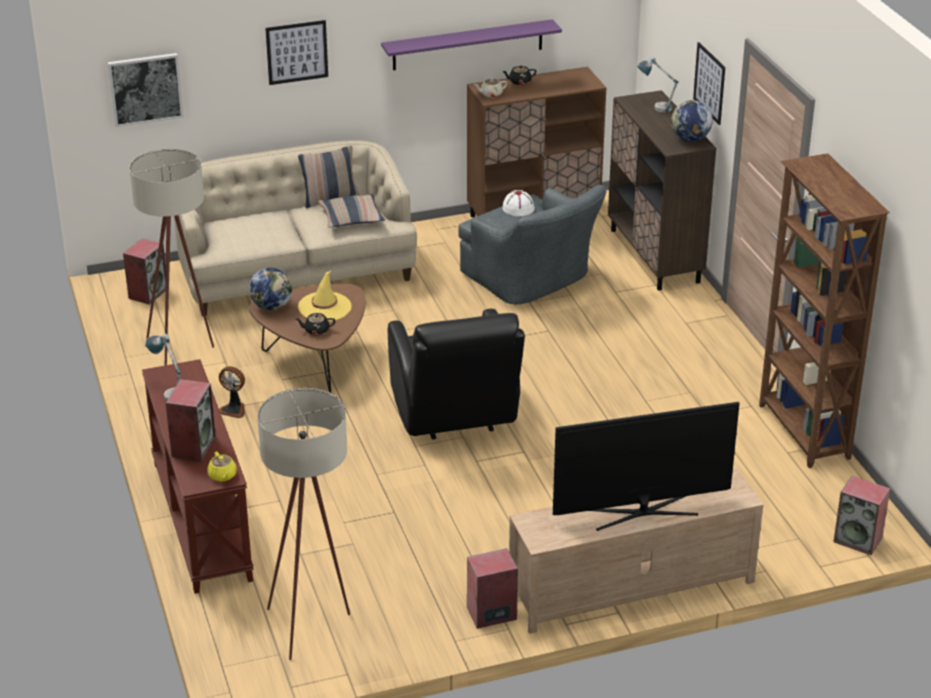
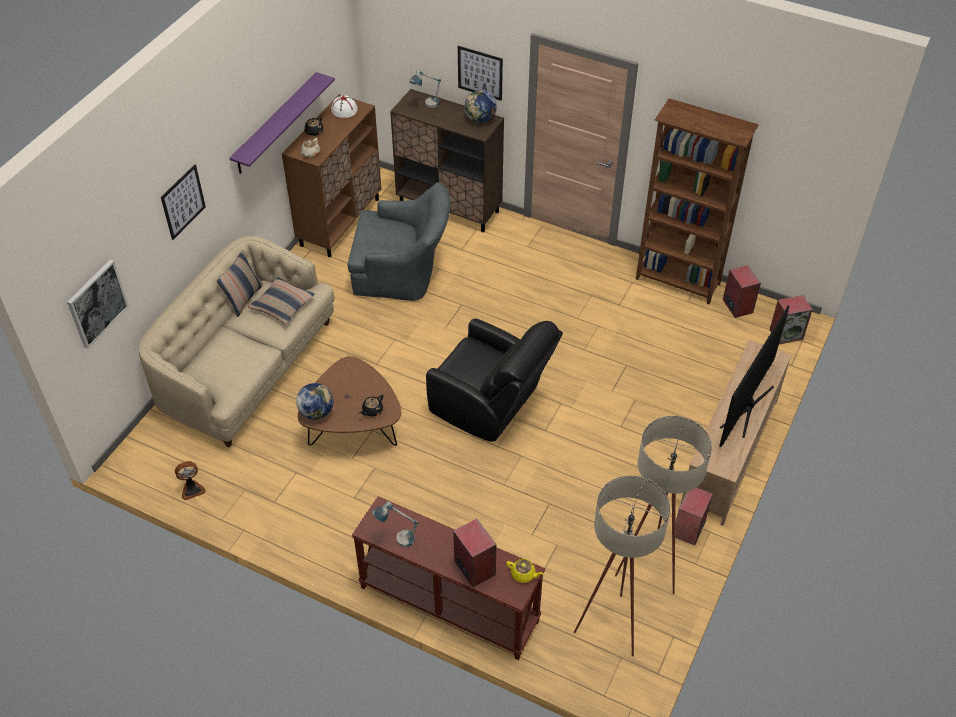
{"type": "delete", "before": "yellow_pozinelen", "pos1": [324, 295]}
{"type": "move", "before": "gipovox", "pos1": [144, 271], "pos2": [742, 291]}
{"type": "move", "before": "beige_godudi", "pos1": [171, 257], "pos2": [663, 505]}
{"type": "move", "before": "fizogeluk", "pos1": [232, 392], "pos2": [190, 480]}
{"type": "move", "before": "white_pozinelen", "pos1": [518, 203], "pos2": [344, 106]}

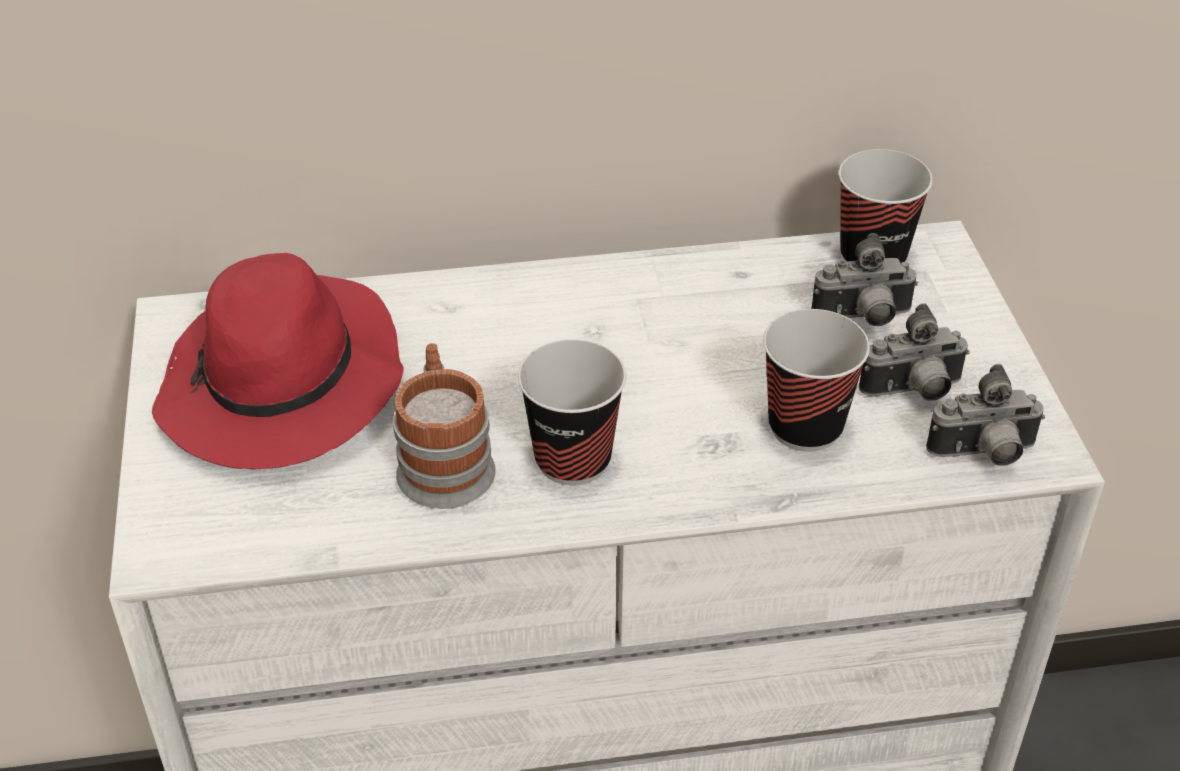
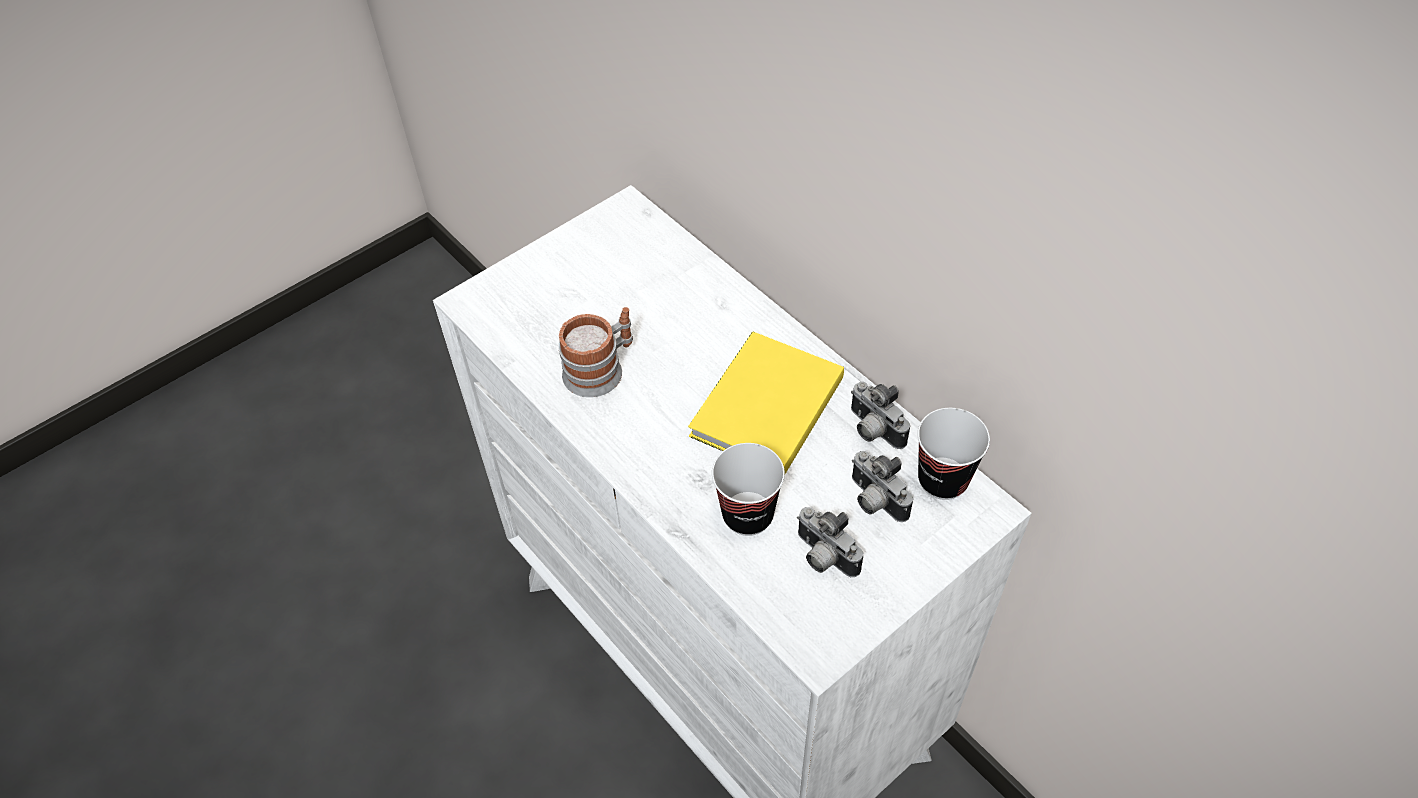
{"type": "delete", "before": "red_pozinelen", "pos1": [278, 361]}
{"type": "delete", "before": "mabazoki", "pos1": [572, 412]}
{"type": "insert", "after": "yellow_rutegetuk", "pos2": [766, 403]}
{"type": "move", "before": "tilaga", "pos1": [985, 415], "pos2": [880, 415]}

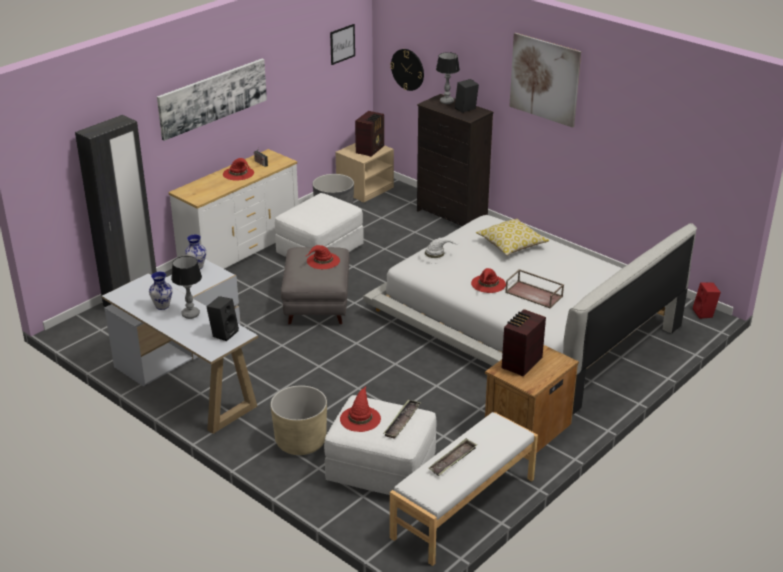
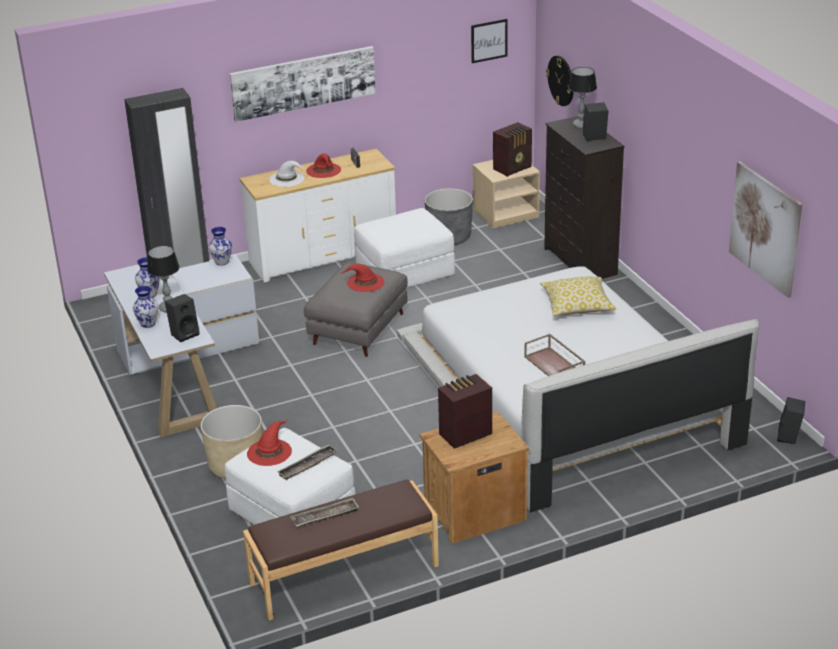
{"type": "delete", "before": "red_pozinelen", "pos1": [488, 280]}
{"type": "insert", "after": "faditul", "pos2": [145, 307]}
{"type": "move", "before": "white_pozinelen", "pos1": [438, 251], "pos2": [287, 174]}
{"type": "move", "before": "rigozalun", "pos1": [545, 80], "pos2": [765, 230]}
{"type": "recolor", "before": "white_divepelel", "after": "brown_divepelel", "pos1": [464, 489], "pos2": [341, 550]}
{"type": "recolor", "before": "red_gipovox", "after": "black_gipovox", "pos1": [707, 300], "pos2": [791, 420]}

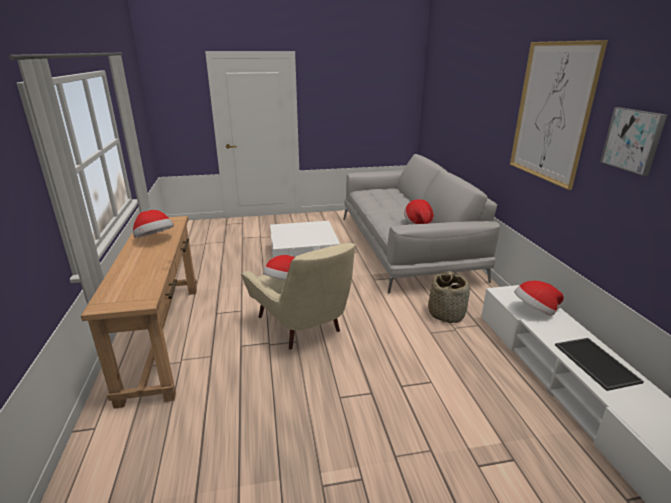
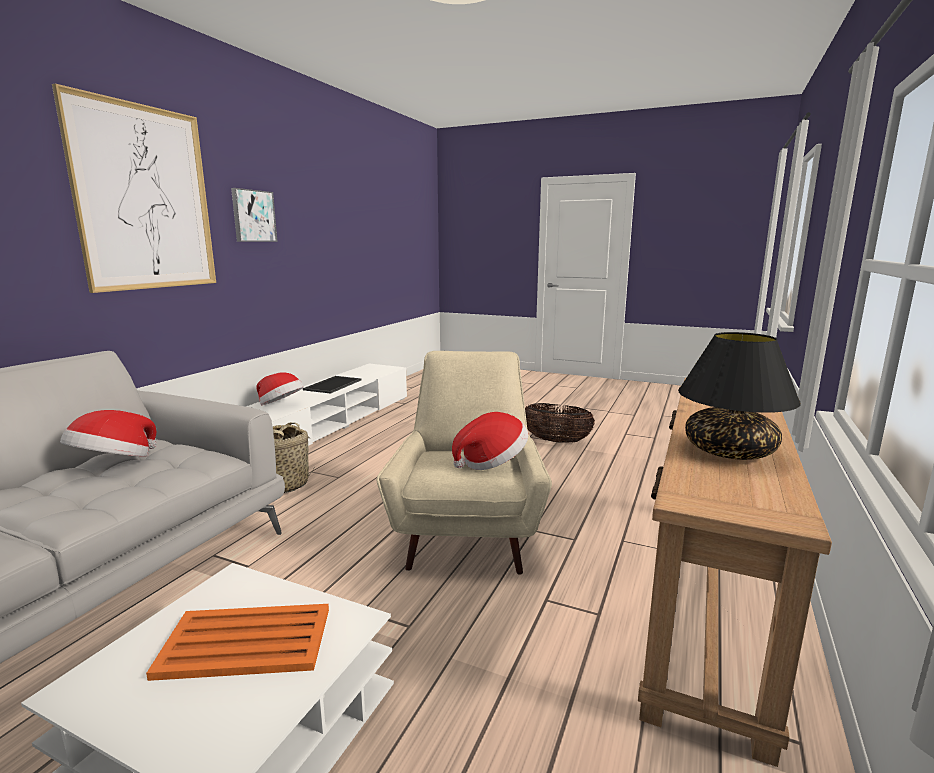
{"type": "insert", "after": "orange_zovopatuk", "pos2": [237, 642]}
{"type": "insert", "after": "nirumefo", "pos2": [560, 423]}
{"type": "replace", "before": "pozinelen", "after": "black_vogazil", "pos1": [153, 224], "pos2": [739, 396]}

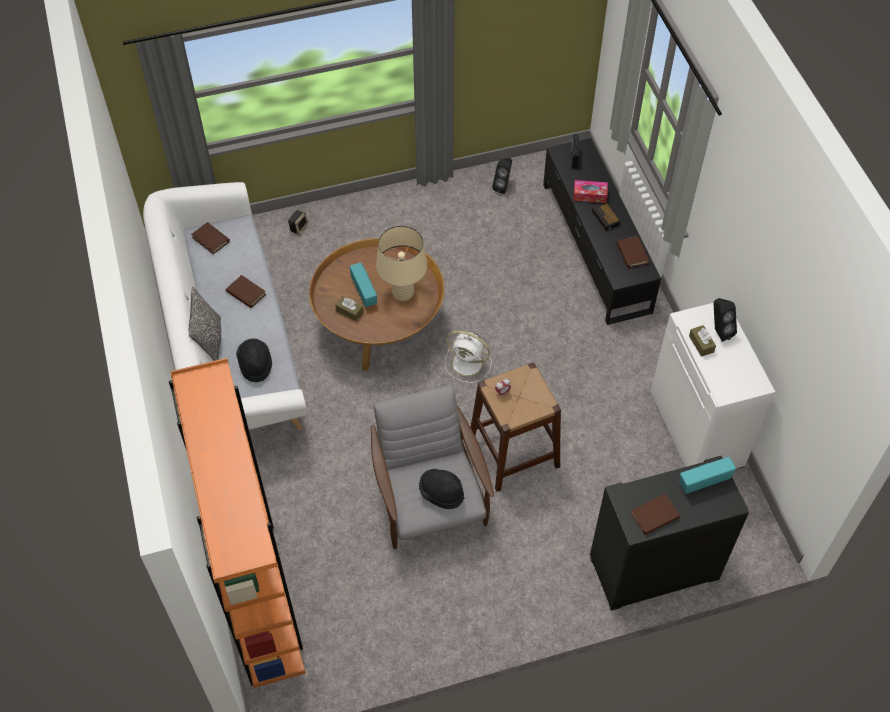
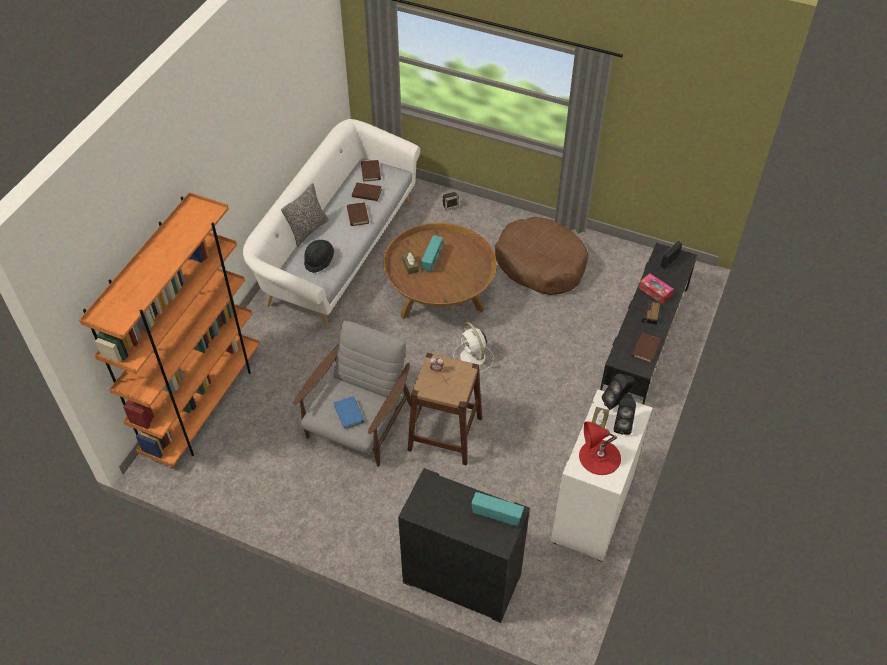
{"type": "delete", "before": "beige_vogazil", "pos1": [402, 263]}
{"type": "insert", "after": "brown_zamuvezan", "pos2": [541, 256]}
{"type": "insert", "after": "red_vogazil", "pos2": [600, 448]}
{"type": "move", "before": "black_gipovox", "pos1": [502, 176], "pos2": [618, 392]}
{"type": "move", "before": "brown_rutegetuk", "pos1": [655, 514], "pos2": [367, 192]}
{"type": "replace", "before": "black_pozinelen", "after": "blue_rutegetuk", "pos1": [441, 489], "pos2": [349, 412]}

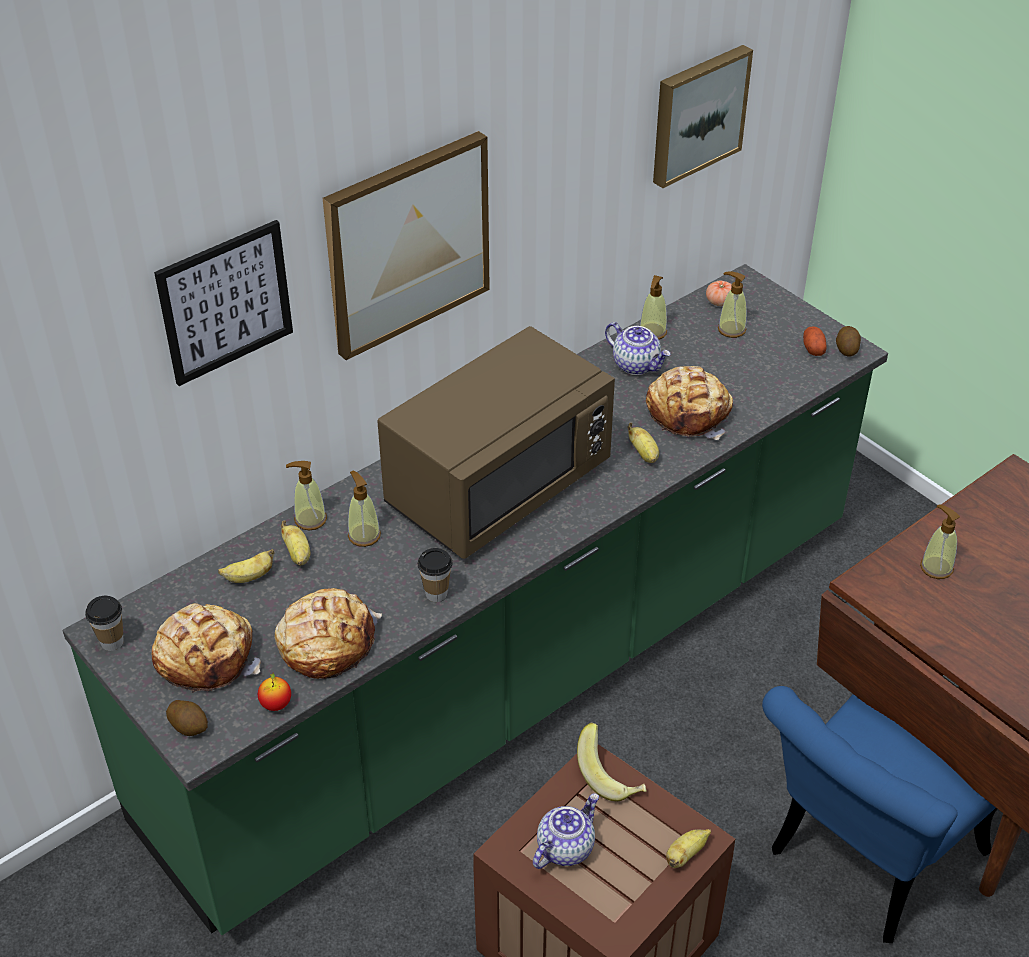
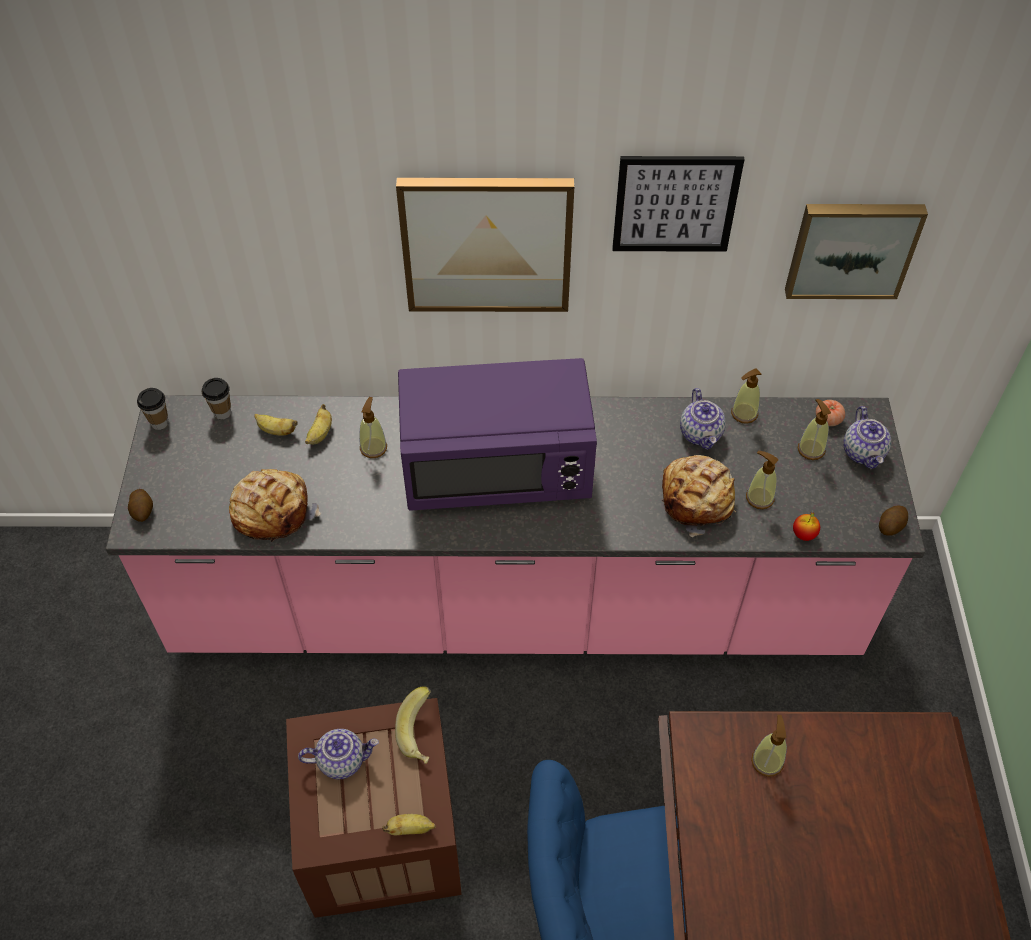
{"type": "delete", "before": "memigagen", "pos1": [206, 648]}
{"type": "delete", "before": "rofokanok", "pos1": [643, 443]}
{"type": "delete", "before": "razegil", "pos1": [815, 341]}
{"type": "insert", "after": "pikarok", "pos2": [867, 437]}
{"type": "move", "before": "rigozalun", "pos1": [223, 303], "pos2": [678, 204]}
{"type": "move", "before": "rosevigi", "pos1": [274, 691], "pos2": [806, 527]}
{"type": "move", "before": "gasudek", "pos1": [306, 495], "pos2": [762, 480]}
{"type": "move", "before": "mabazoki", "pos1": [435, 575], "pos2": [216, 399]}
{"type": "recolor", "before": "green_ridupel", "after": "pink_ridupel", "pos1": [475, 599], "pos2": [515, 525]}
{"type": "recolor", "before": "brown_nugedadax", "after": "purple_nugedadax", "pos1": [496, 442], "pos2": [497, 434]}

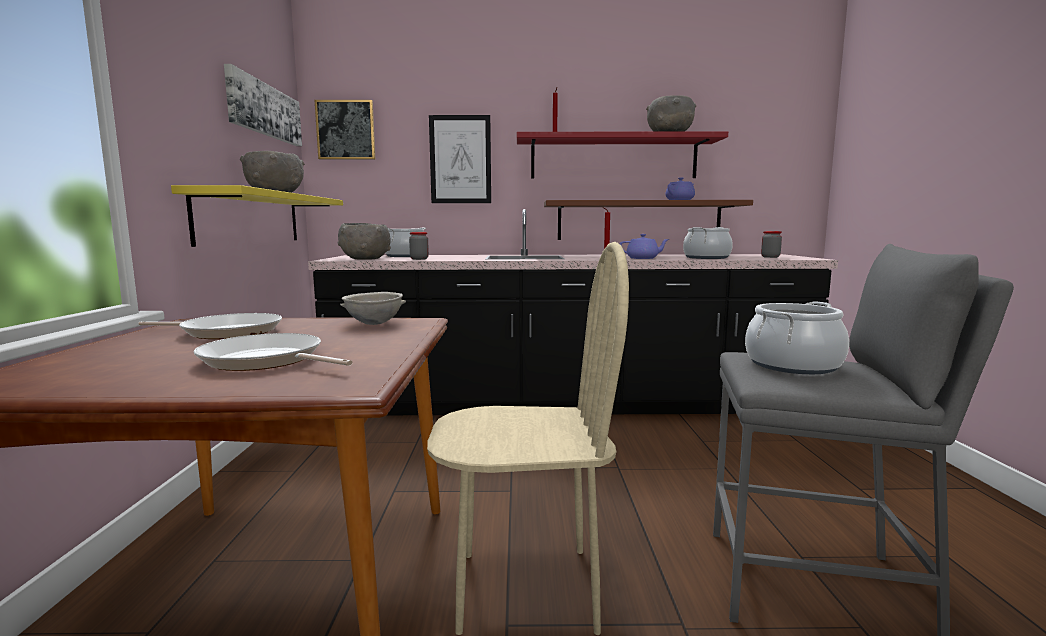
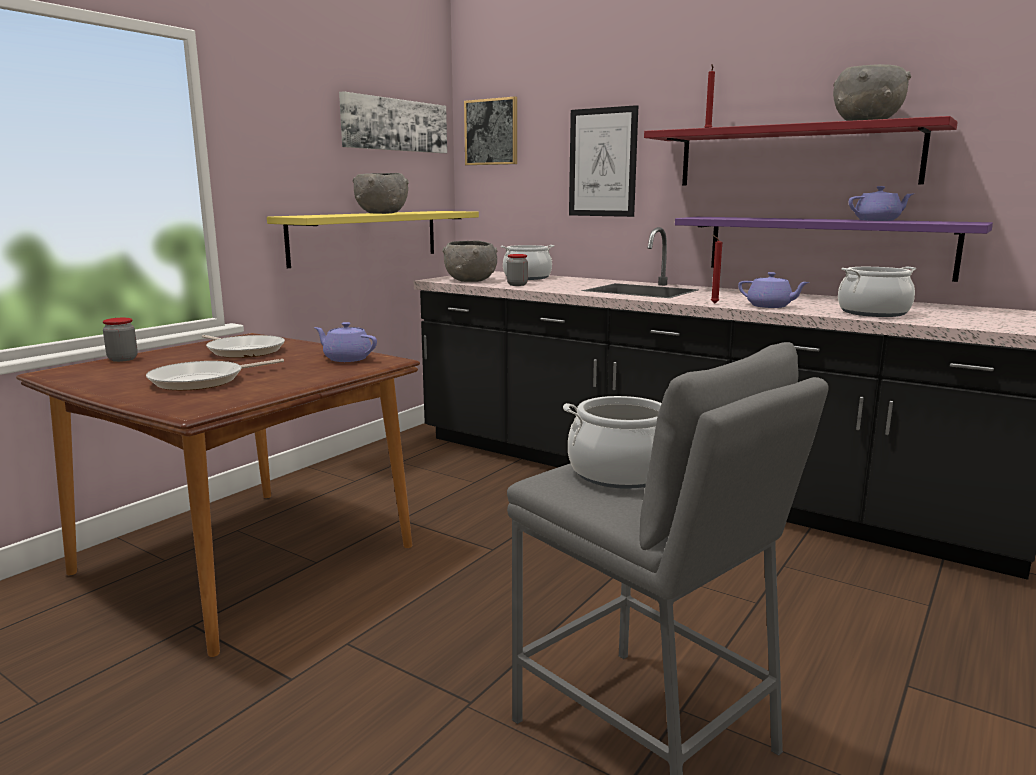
{"type": "delete", "before": "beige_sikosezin", "pos1": [528, 438]}
{"type": "move", "before": "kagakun", "pos1": [771, 244], "pos2": [120, 340]}
{"type": "replace", "before": "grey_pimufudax", "after": "purple_pikarok", "pos1": [373, 308], "pos2": [345, 342]}
{"type": "recolor", "before": "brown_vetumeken", "after": "purple_vetumeken", "pos1": [648, 220], "pos2": [834, 249]}
{"type": "rotate", "before": "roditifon", "pos1": [273, 352], "pos2": [215, 375], "turn": -105}

